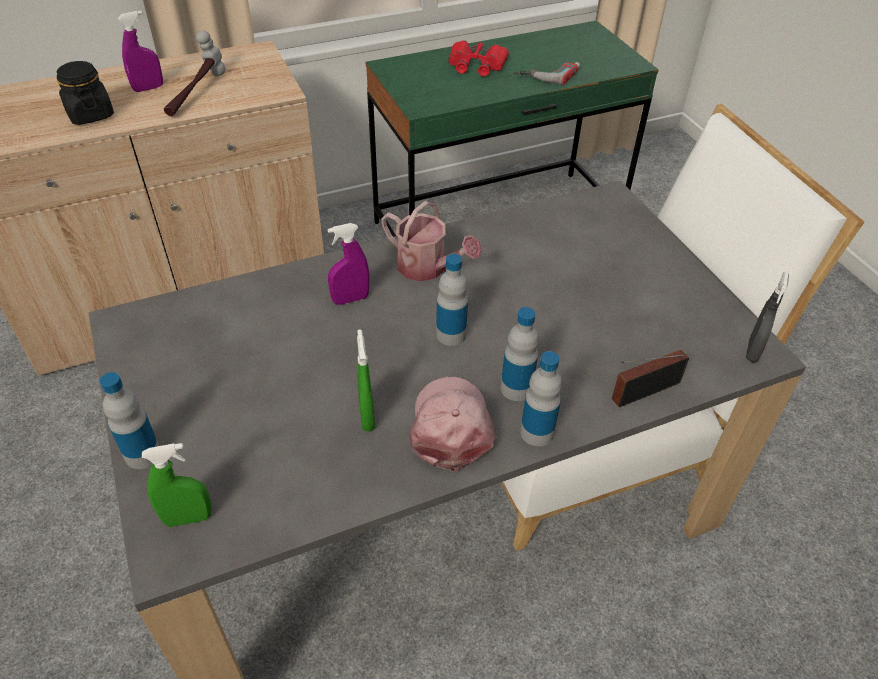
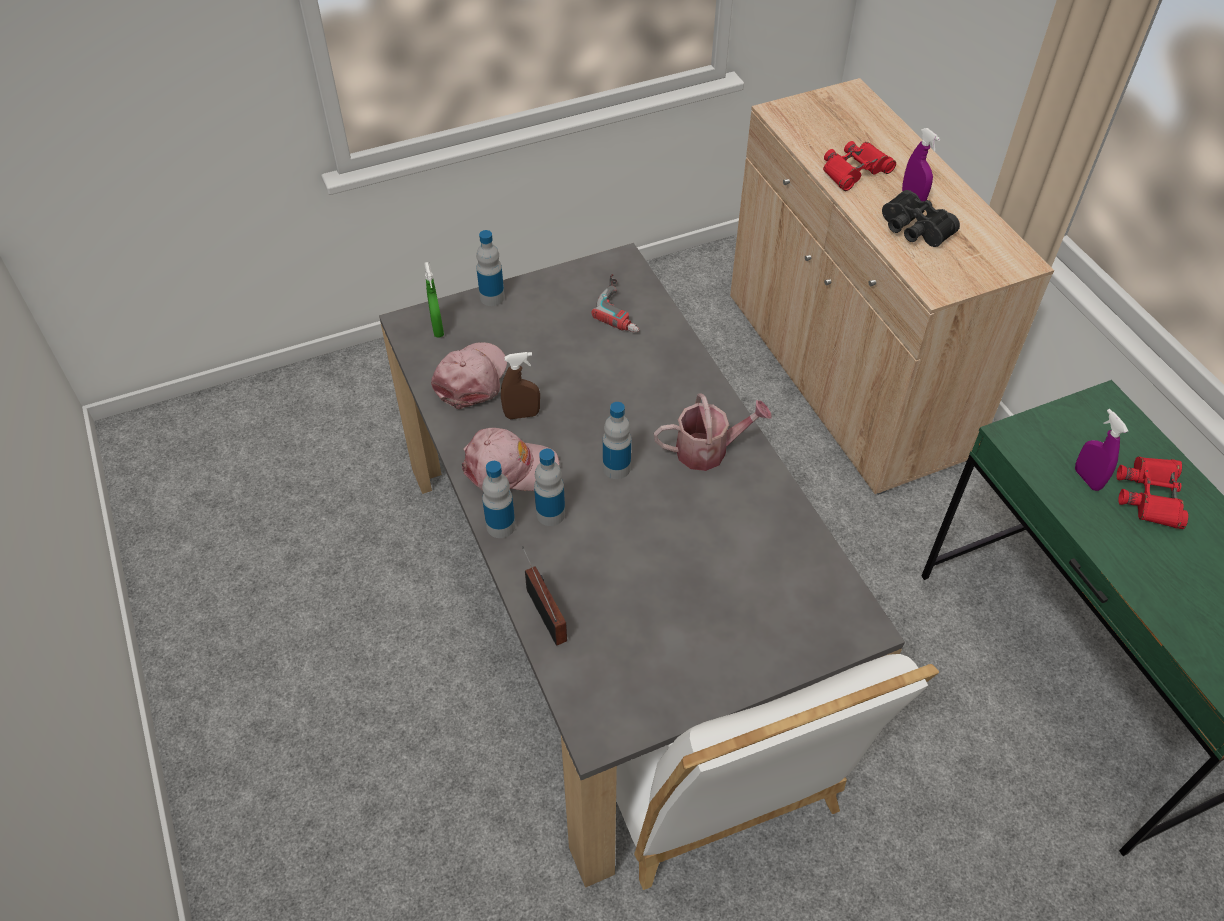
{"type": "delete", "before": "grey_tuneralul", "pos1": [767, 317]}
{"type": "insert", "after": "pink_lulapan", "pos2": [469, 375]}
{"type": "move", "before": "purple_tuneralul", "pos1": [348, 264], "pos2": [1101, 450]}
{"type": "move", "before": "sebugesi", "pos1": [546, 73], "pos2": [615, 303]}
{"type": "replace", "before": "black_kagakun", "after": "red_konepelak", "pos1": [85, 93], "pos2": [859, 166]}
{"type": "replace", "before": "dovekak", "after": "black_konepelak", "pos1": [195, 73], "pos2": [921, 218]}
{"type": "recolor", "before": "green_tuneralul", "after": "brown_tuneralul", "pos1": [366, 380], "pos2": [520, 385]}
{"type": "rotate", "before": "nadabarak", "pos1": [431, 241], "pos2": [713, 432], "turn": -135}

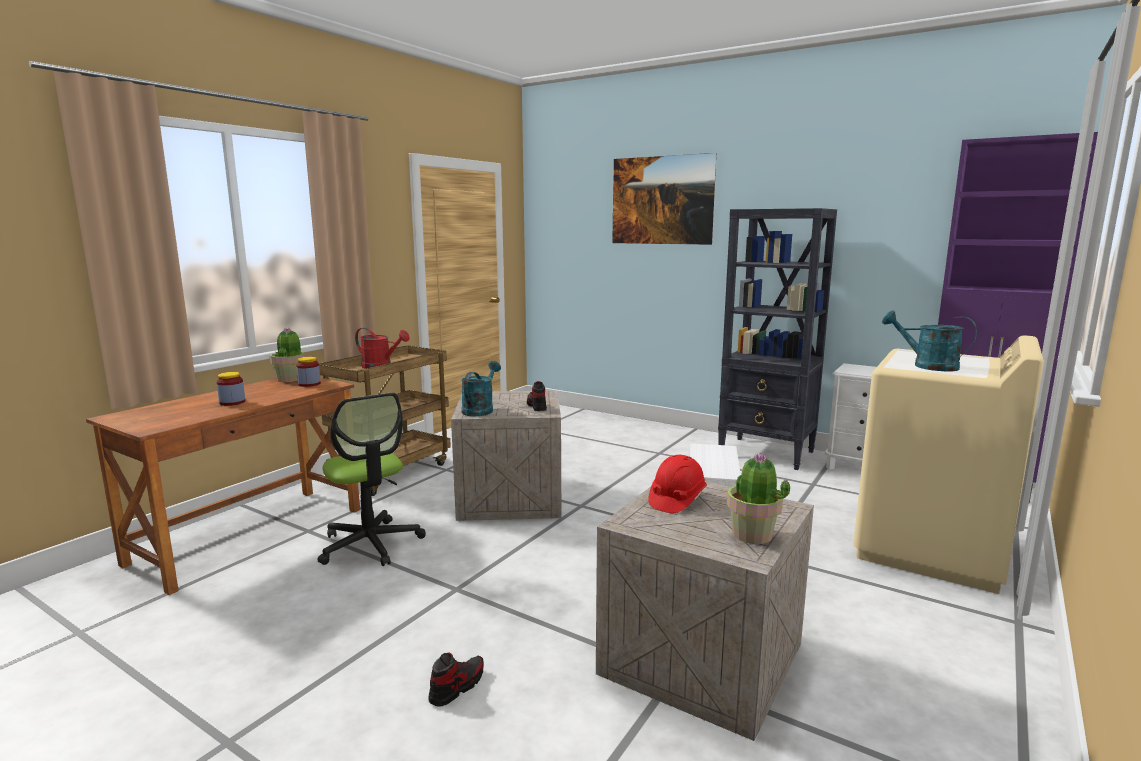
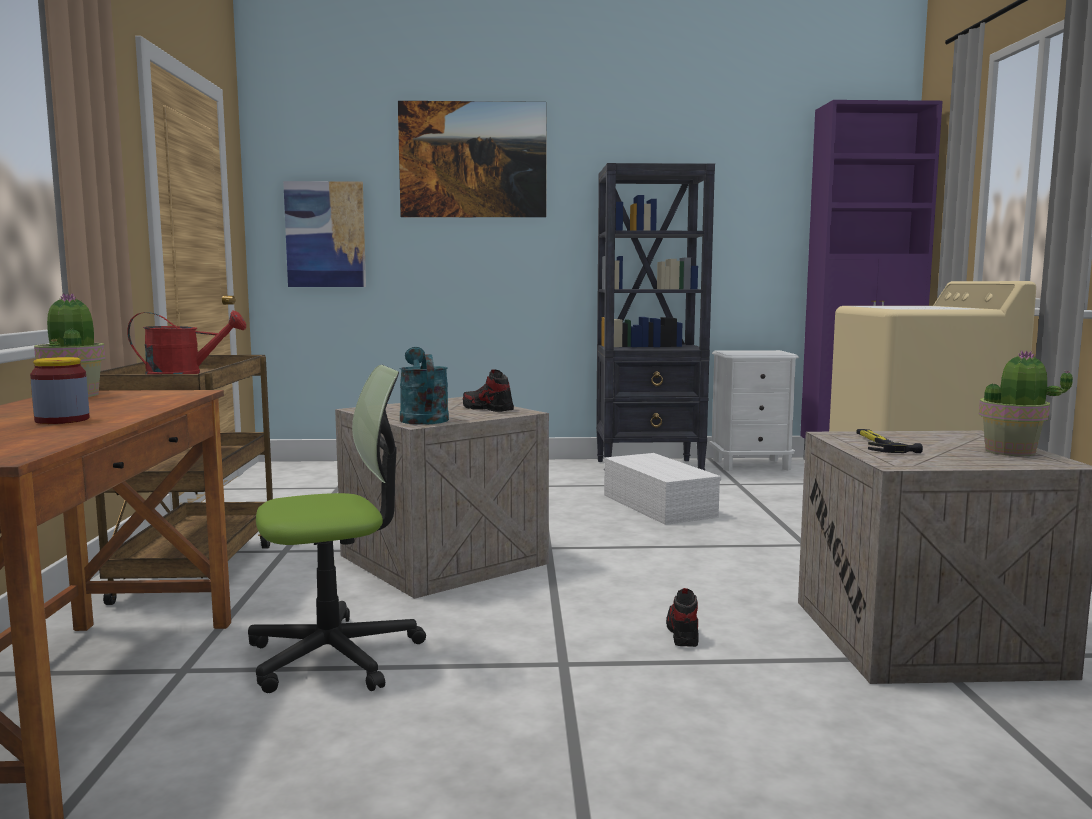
{"type": "delete", "before": "kagakun", "pos1": [308, 372]}
{"type": "delete", "before": "turquoise_nadabarak", "pos1": [929, 340]}
{"type": "insert", "after": "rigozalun", "pos2": [324, 234]}
{"type": "move", "before": "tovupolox", "pos1": [456, 679], "pos2": [682, 617]}
{"type": "replace", "before": "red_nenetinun", "after": "dovekak", "pos1": [677, 484], "pos2": [889, 441]}
{"type": "rotate", "before": "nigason", "pos1": [371, 479], "pos2": [337, 529], "turn": -45}

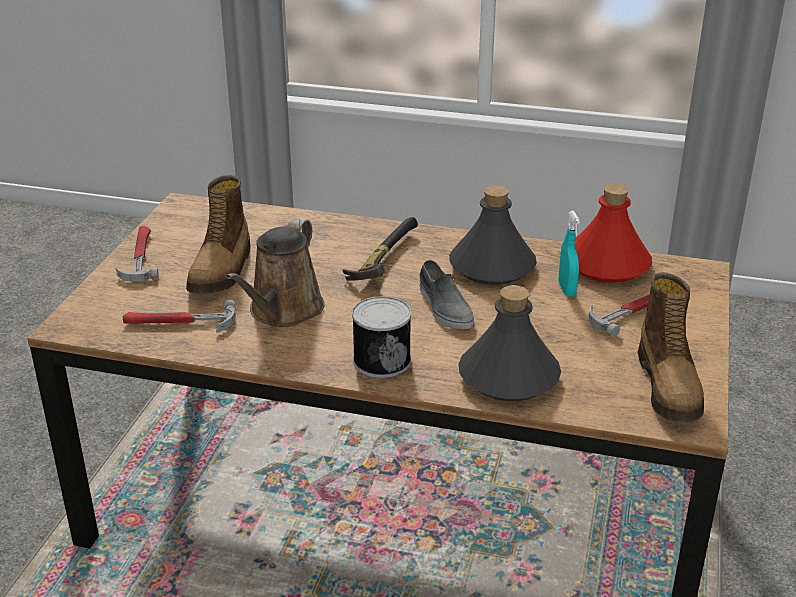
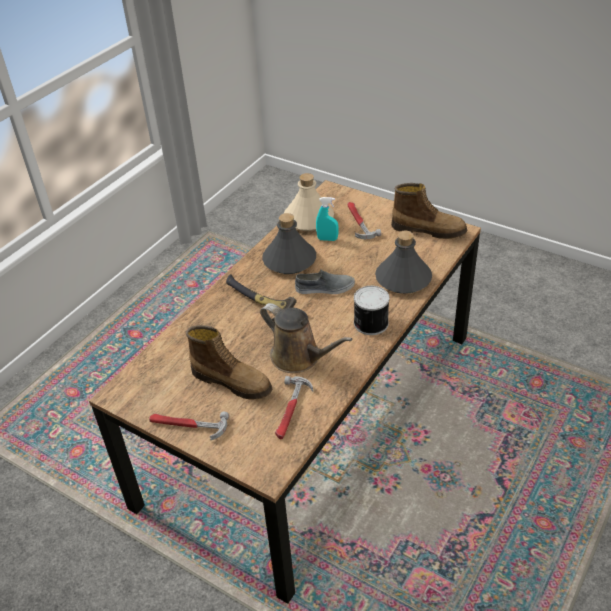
{"type": "recolor", "before": "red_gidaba", "after": "beige_gidaba", "pos1": [613, 233], "pos2": [309, 202]}

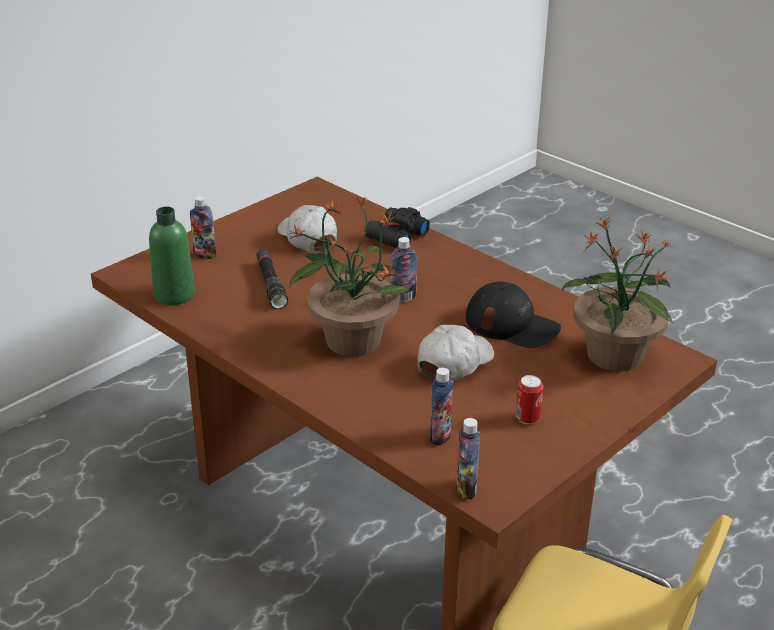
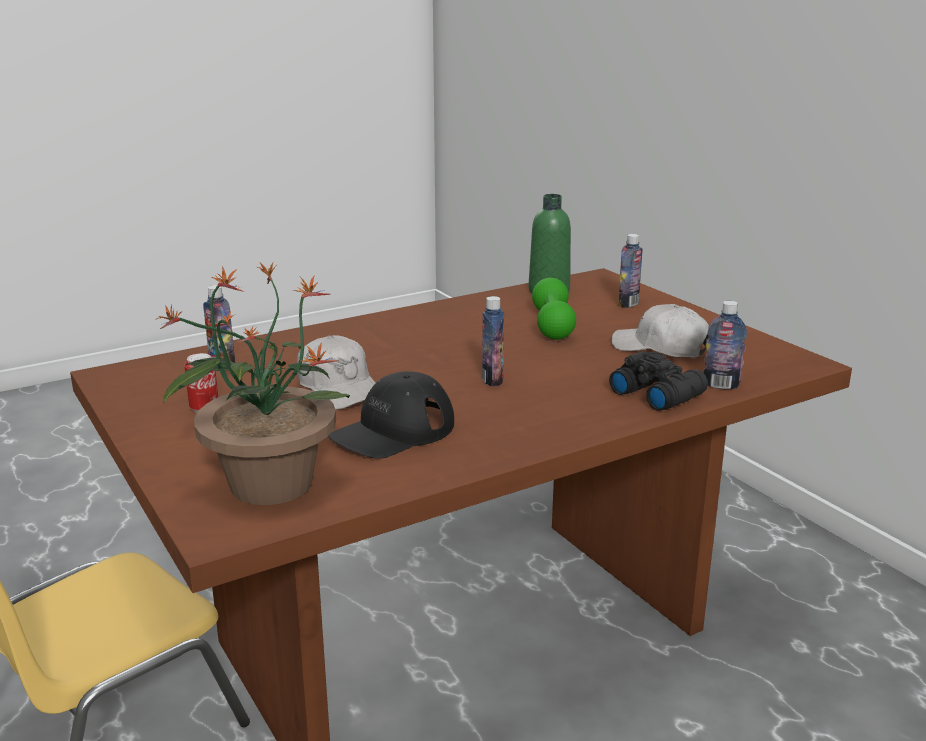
{"type": "delete", "before": "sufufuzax", "pos1": [349, 277]}
{"type": "move", "before": "gidaba", "pos1": [468, 458], "pos2": [725, 345]}
{"type": "replace", "before": "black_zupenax", "after": "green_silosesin", "pos1": [272, 279], "pos2": [554, 309]}
{"type": "rotate", "before": "white_lulapan", "pos1": [307, 228], "pos2": [660, 331], "turn": -135}

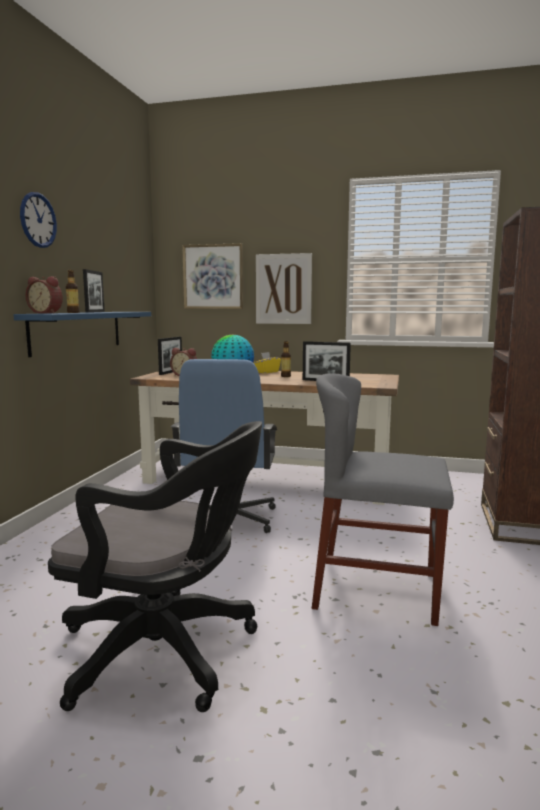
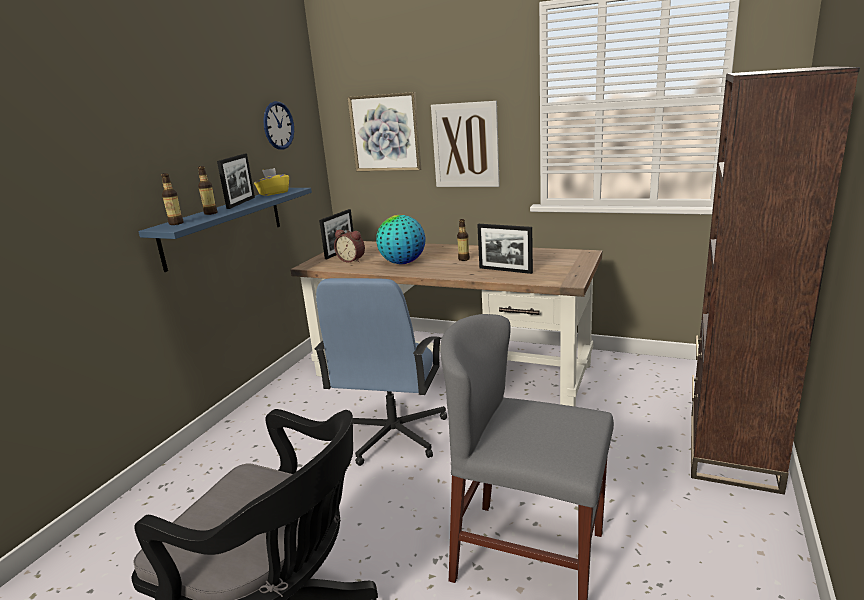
{"type": "move", "before": "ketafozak", "pos1": [38, 220], "pos2": [278, 125]}
{"type": "move", "before": "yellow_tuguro", "pos1": [267, 362], "pos2": [271, 182]}
{"type": "replace", "before": "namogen", "after": "gidaba", "pos1": [44, 295], "pos2": [173, 199]}

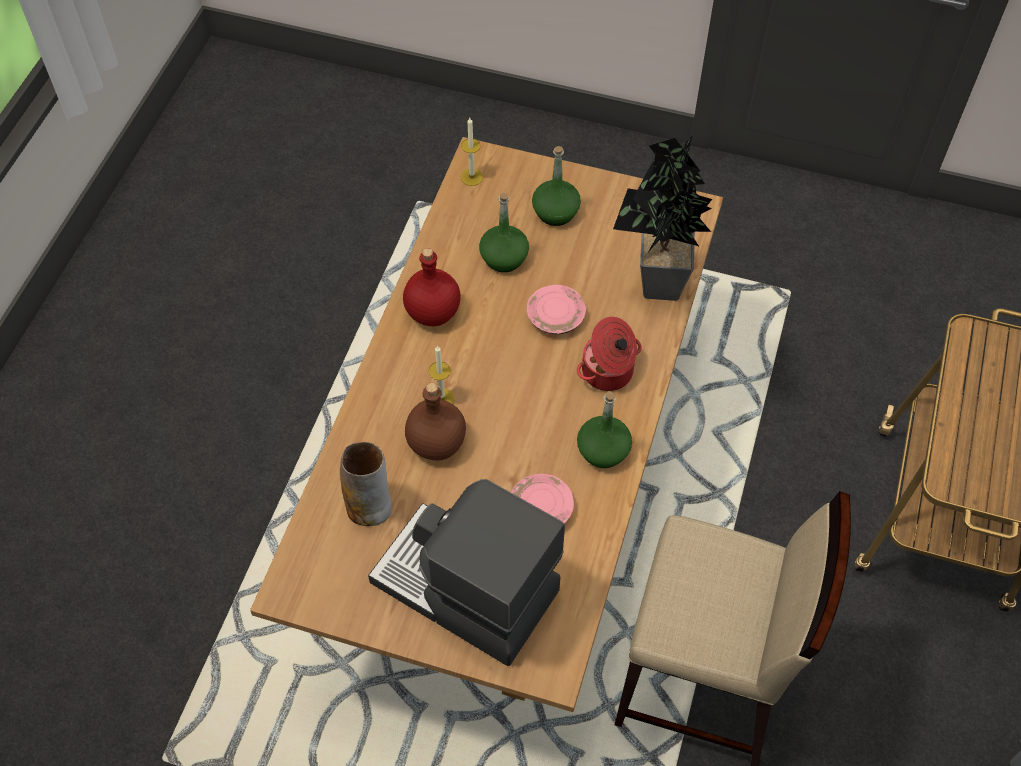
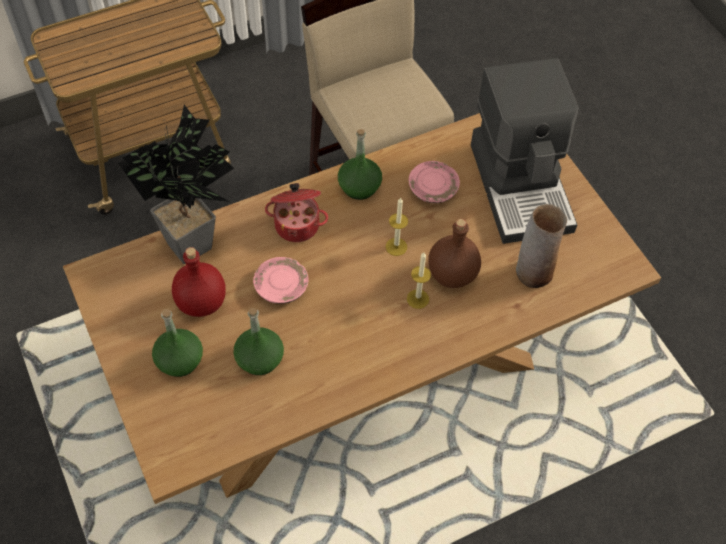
{"type": "move", "before": "red_gidaba", "pos1": [432, 287], "pos2": [199, 282]}
{"type": "move", "before": "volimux", "pos1": [472, 152], "pos2": [397, 226]}

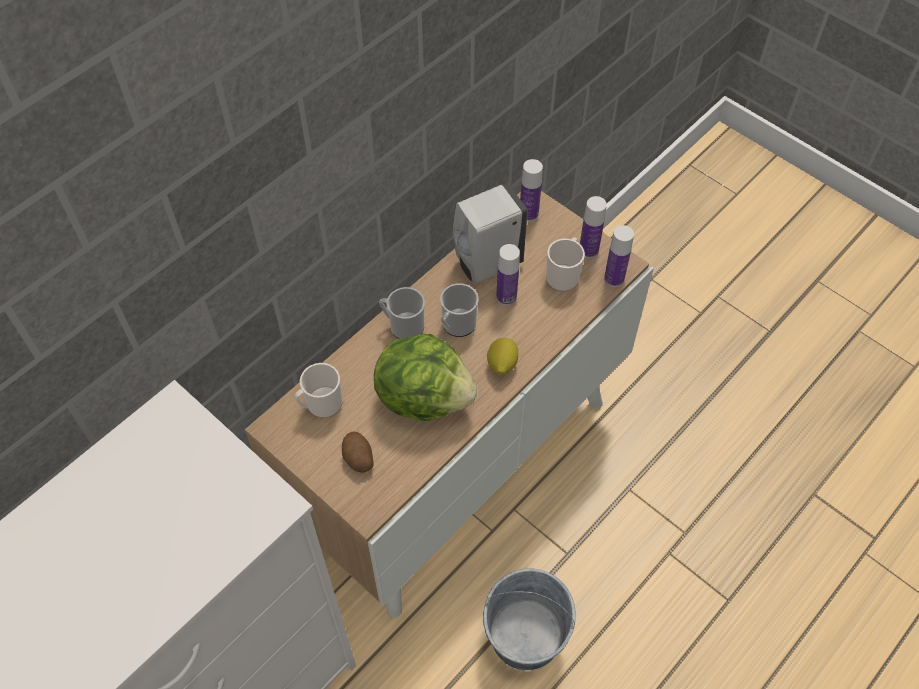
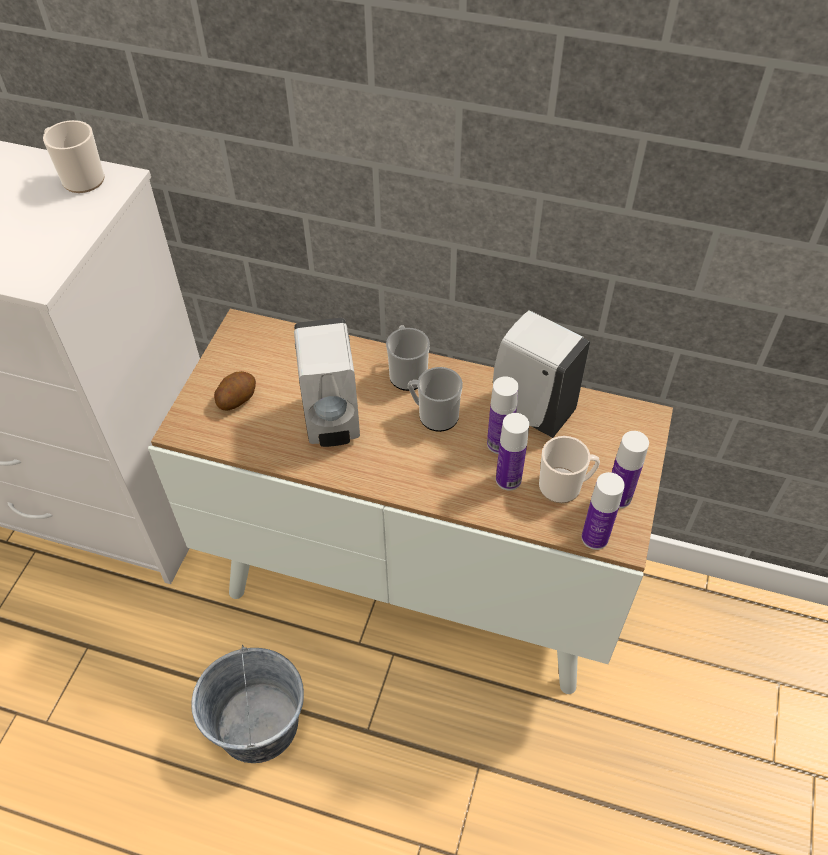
{"type": "delete", "before": "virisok", "pos1": [502, 356]}
{"type": "move", "before": "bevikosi", "pos1": [318, 390], "pos2": [74, 156]}
{"type": "move", "before": "gidaba", "pos1": [531, 190], "pos2": [512, 451]}
{"type": "replace", "before": "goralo", "after": "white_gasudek", "pos1": [425, 377], "pos2": [327, 382]}

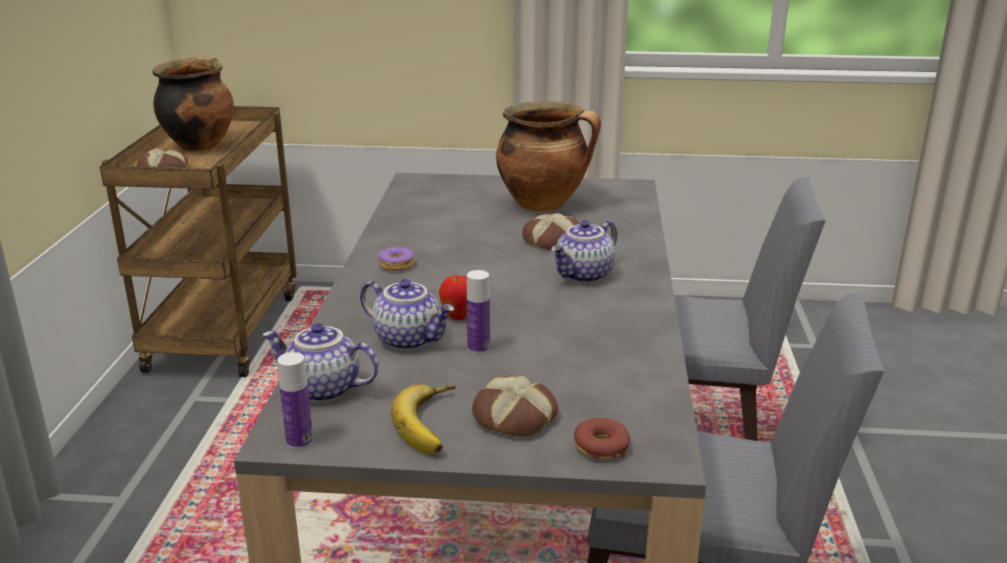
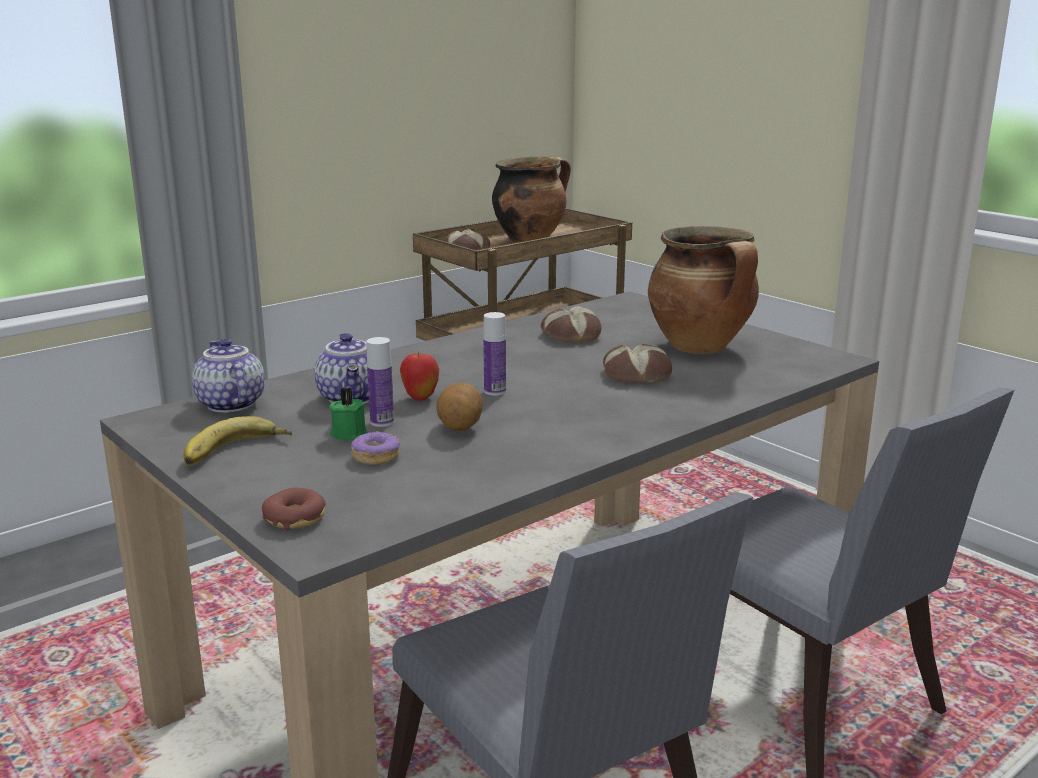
{"type": "delete", "before": "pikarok", "pos1": [584, 252]}
{"type": "insert", "after": "green_volimux", "pos2": [348, 413]}
{"type": "insert", "after": "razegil", "pos2": [459, 407]}
{"type": "move", "before": "gidaba", "pos1": [295, 401], "pos2": [494, 354]}
{"type": "move", "before": "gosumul", "pos1": [395, 258], "pos2": [375, 448]}
{"type": "move", "before": "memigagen", "pos1": [515, 406], "pos2": [571, 324]}

